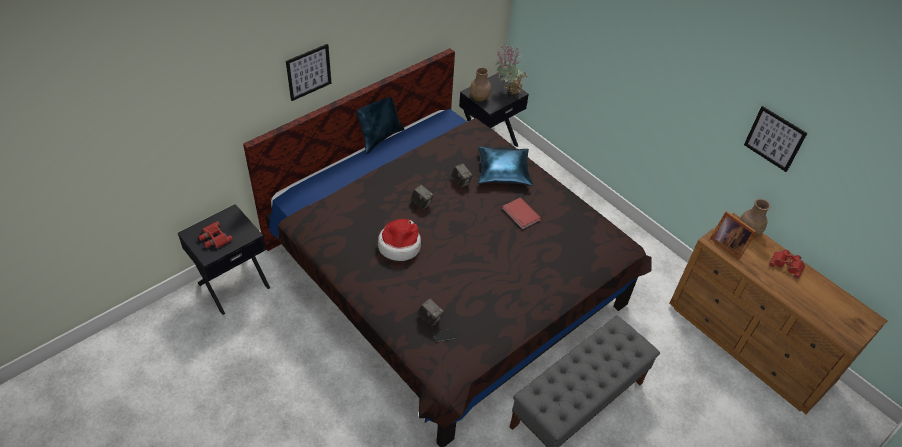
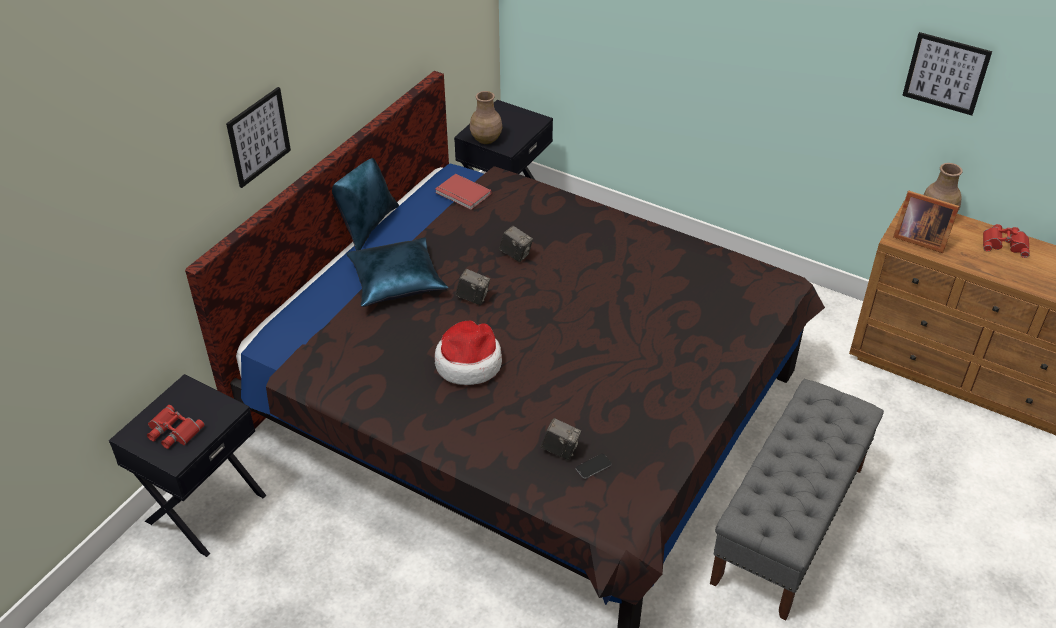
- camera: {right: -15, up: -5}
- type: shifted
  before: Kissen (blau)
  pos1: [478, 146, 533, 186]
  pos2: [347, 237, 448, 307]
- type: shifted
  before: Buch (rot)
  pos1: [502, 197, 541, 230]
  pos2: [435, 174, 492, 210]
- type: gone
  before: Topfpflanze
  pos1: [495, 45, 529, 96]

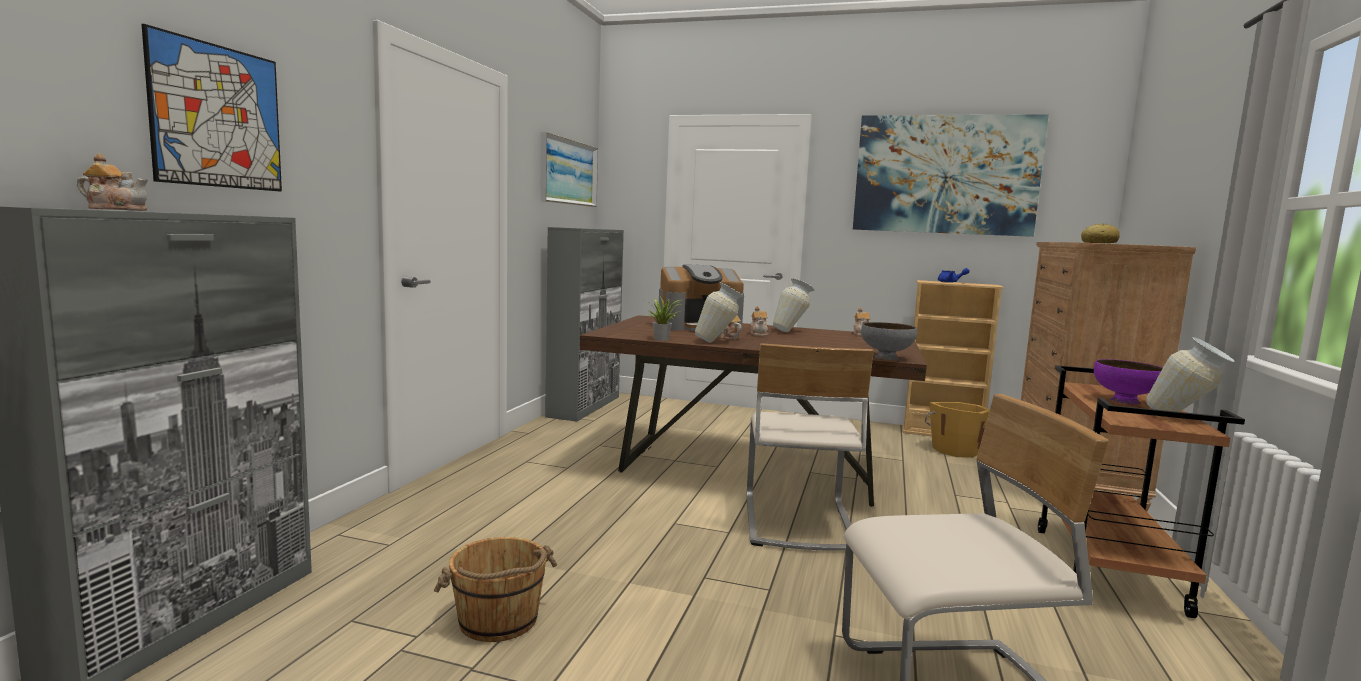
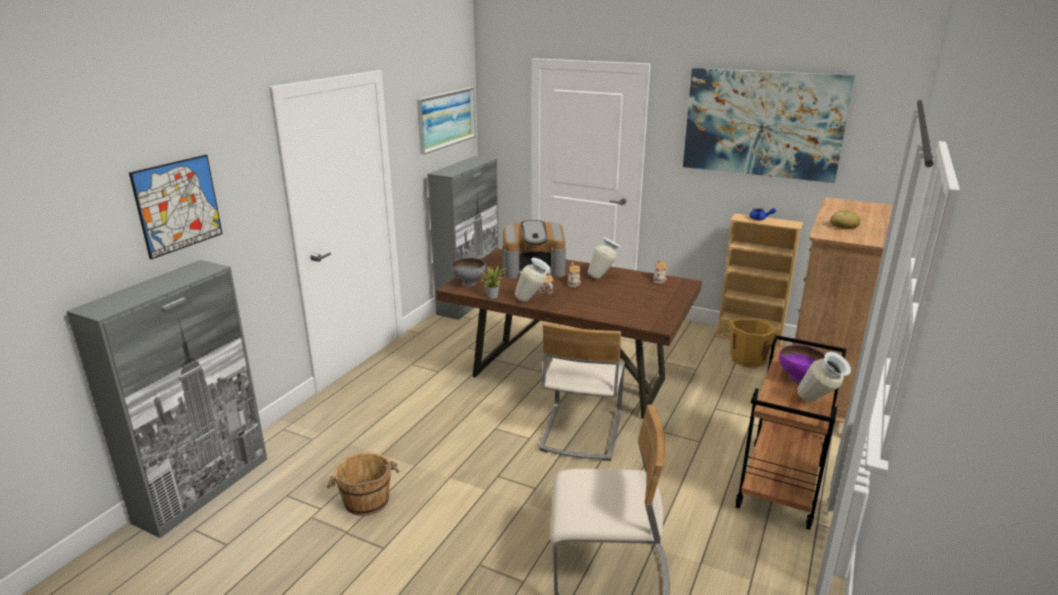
- camera: {right: 10, up: 15}
- type: shifted
  before: Schüssel (grau)
  pos1: [861, 322, 917, 360]
  pos2: [451, 258, 486, 286]
- type: gone
  before: Teekanne
  pos1: [77, 153, 148, 211]

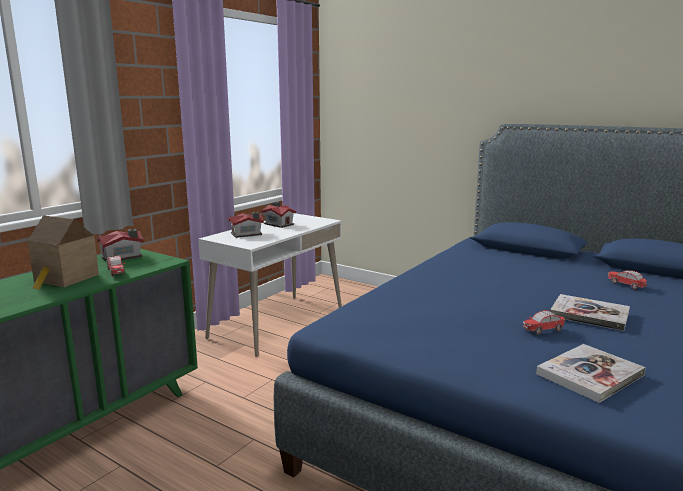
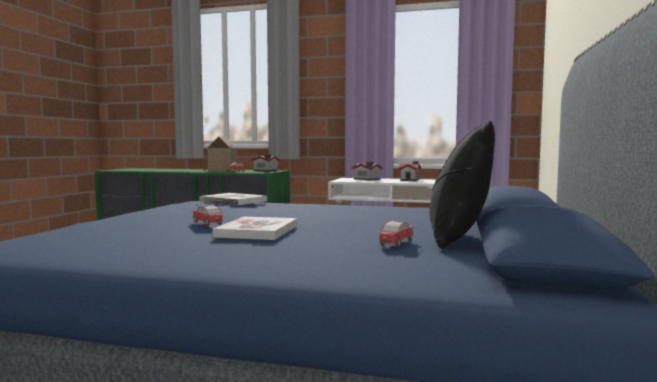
- camera: {right: 70, up: -10}
- type: shifted
  before: Buch
  pos1: [536, 344, 646, 403]
  pos2: [199, 193, 267, 205]
- type: new
  after: Kissen (schwarz)
  pos2: [429, 121, 495, 249]

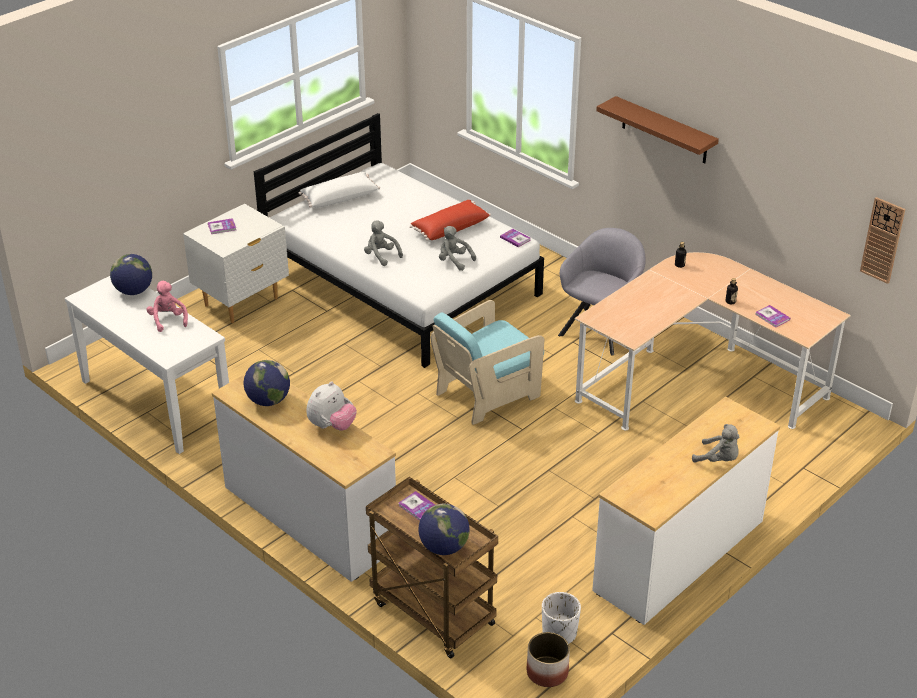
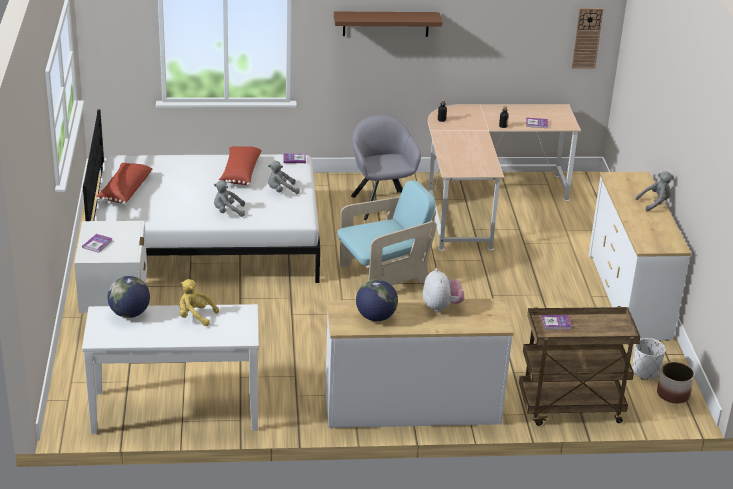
- camera: {right: -50, up: -5}
- type: repainted
  before: Kissen (weiß)
  after: Kissen (rot)
  pos1: [299, 172, 380, 208]
  pos2: [96, 163, 152, 204]
- type: repainted
  before: Plüschtier (rosa)
  after: Plüschtier (gelb)
  pos1: [146, 281, 188, 332]
  pos2: [179, 279, 219, 326]
- type: rotated
  before: Sessel (türkis)
  pos1: [431, 300, 544, 425]
  pos2: [337, 180, 437, 285]
  turn: -120
- type: gone
  before: Globus
  pos1: [419, 504, 470, 555]

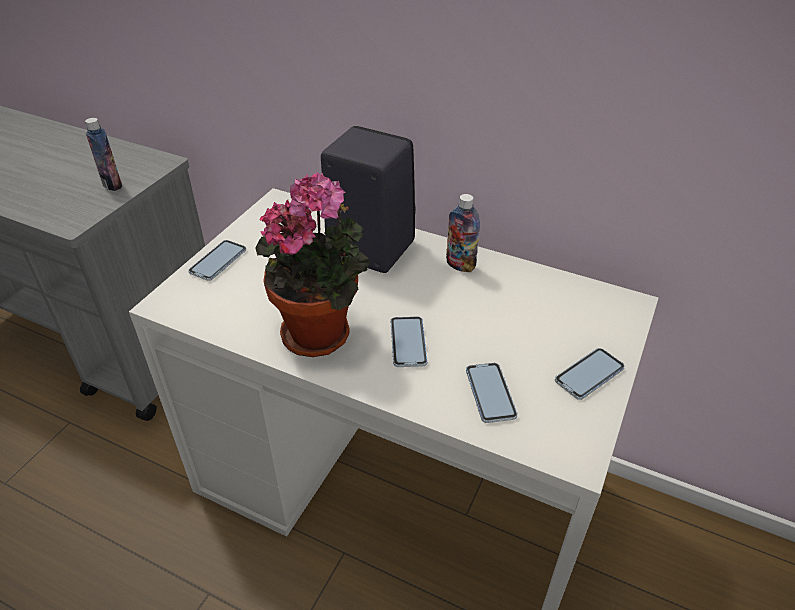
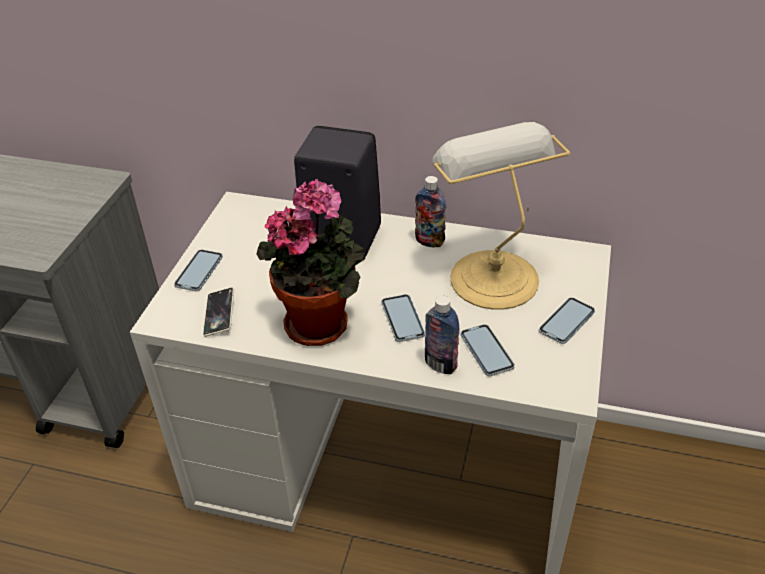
- camera: {right: -10, up: 0}
- type: new
  after: Handy
  pos2: [203, 288, 234, 337]
- type: shifted
  before: Flasche
  pos1: [85, 118, 122, 191]
  pos2: [425, 296, 459, 374]
- type: new
  after: Tischlampe
  pos2: [432, 122, 570, 310]

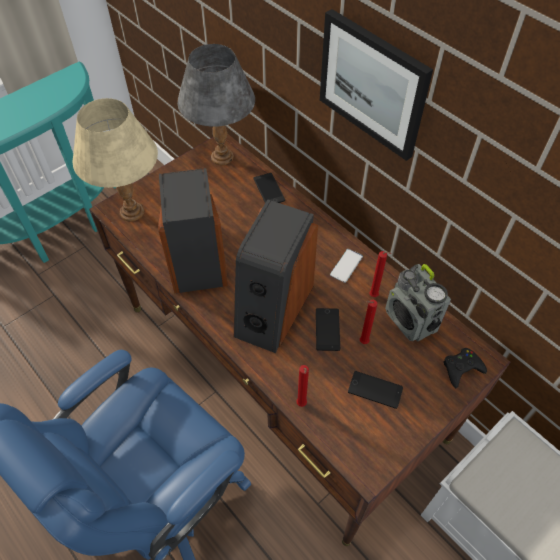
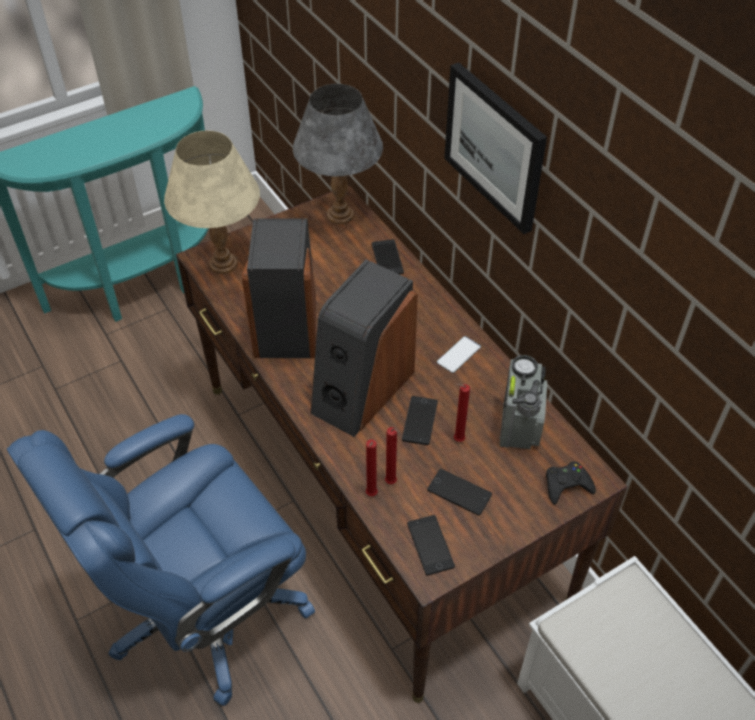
- camera: {right: 10, up: -5}
- type: shifted
  before: Kerze (rot)
  pos1: [370, 251, 391, 297]
  pos2: [385, 427, 399, 484]
- type: new
  after: Handy
  pos2: [407, 515, 455, 575]
- type: rotated
  before: Radio
  pos1: [385, 264, 451, 342]
  pos2: [500, 355, 547, 449]
  turn: -150

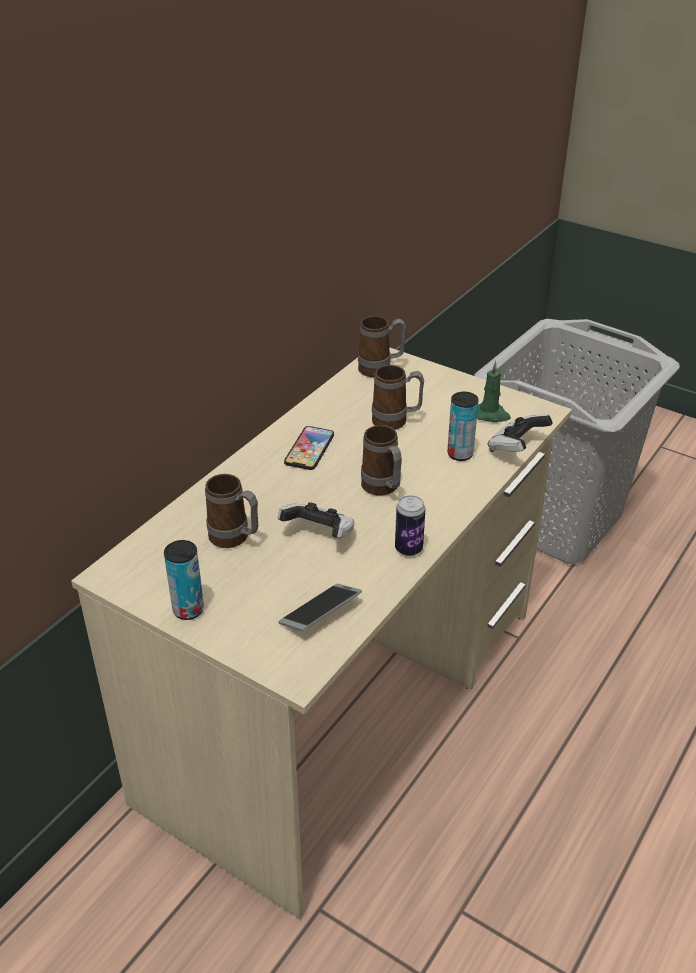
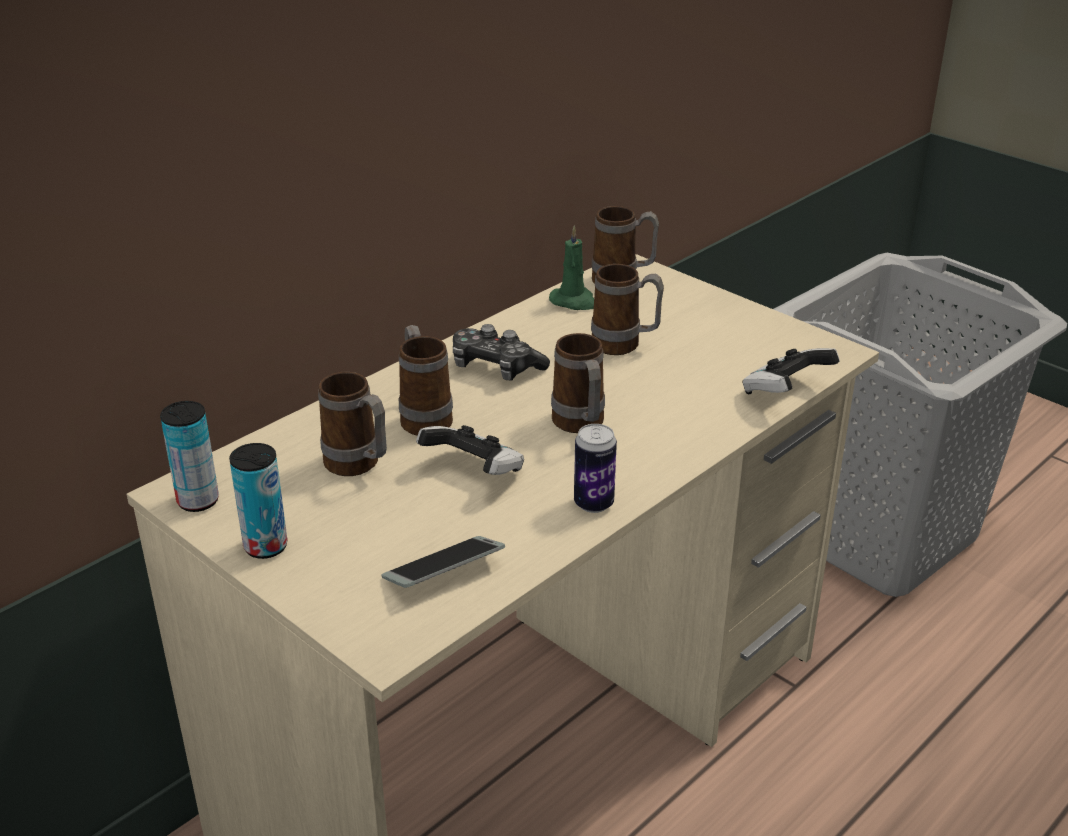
- camera: {right: 10, up: -5}
- type: shifted
  before: Dose
  pos1: [447, 392, 479, 461]
  pos2: [160, 401, 219, 512]
- type: new
  after: Henkelbecher
  pos2: [399, 325, 453, 436]
- type: swapped
  before: Handy
  after: Gamepad
  pos1: [284, 426, 334, 470]
  pos2: [453, 324, 550, 381]
- type: shifted
  before: Kerze (grün)
  pos1: [477, 361, 511, 423]
  pos2: [549, 225, 594, 310]

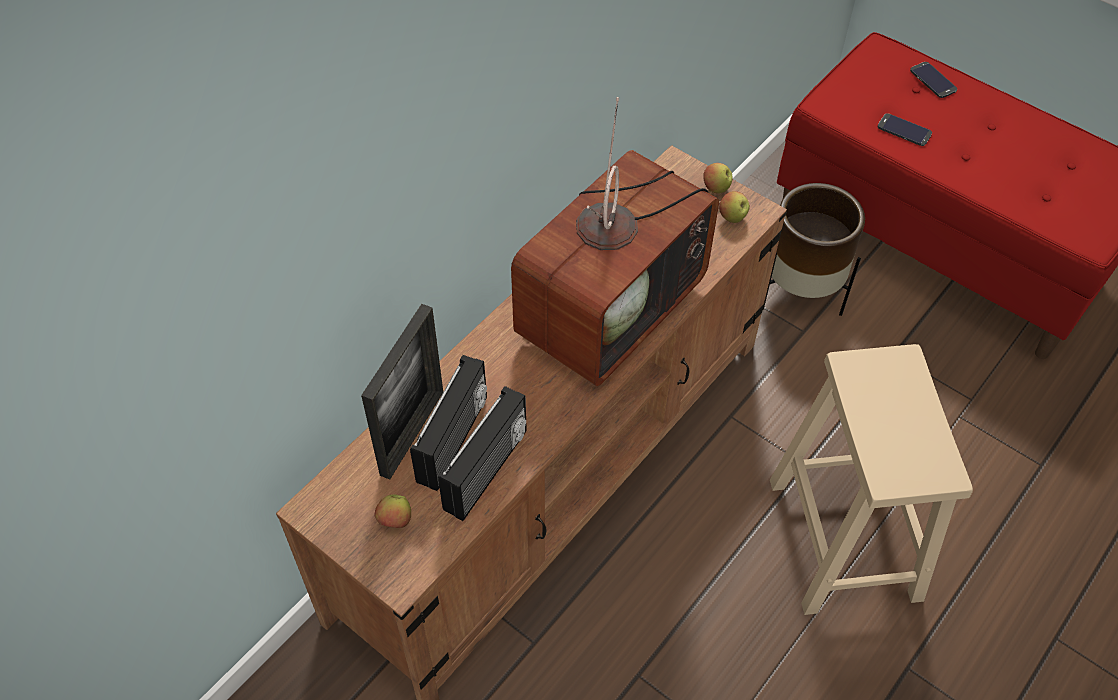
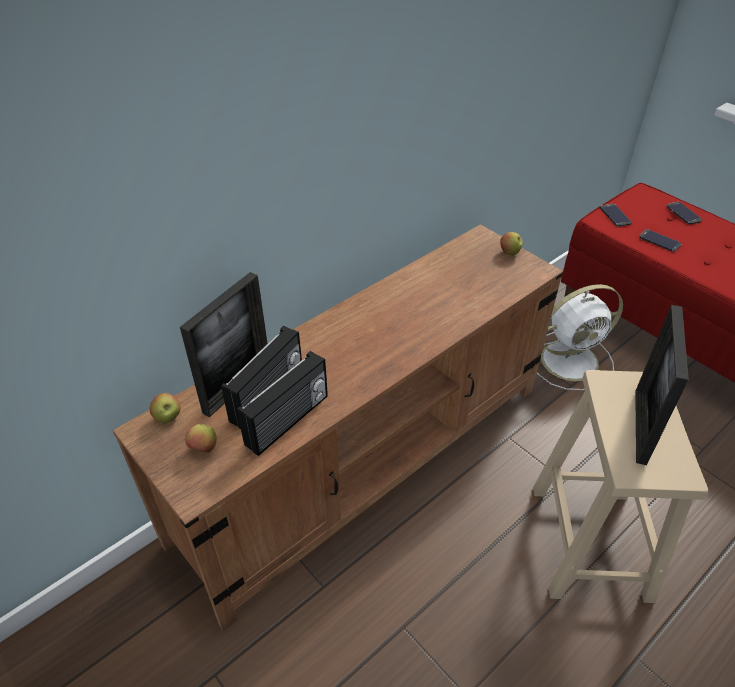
- camera: {right: 10, up: -10}
- type: shifted
  before: Apfel
  pos1: [719, 191, 750, 223]
  pos2: [150, 393, 180, 424]
- type: swapped
  before: Pflanzkübel (braun)
  after: Ventilator (weiß)
  pos1: [763, 183, 865, 316]
  pos2: [537, 284, 623, 390]
- type: new
  after: Handy
  pos2: [600, 204, 632, 226]
- type: new
  after: Bilderrahmen
  pos2: [635, 305, 689, 465]
- type: gone
  before: Fernseher
  pos1: [511, 97, 719, 386]

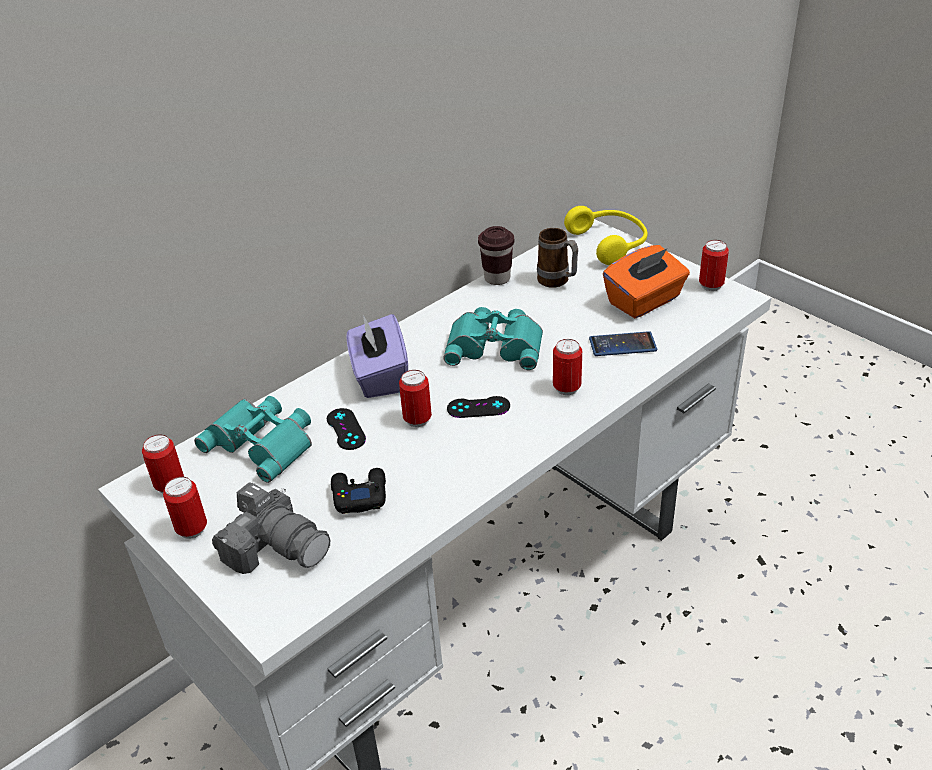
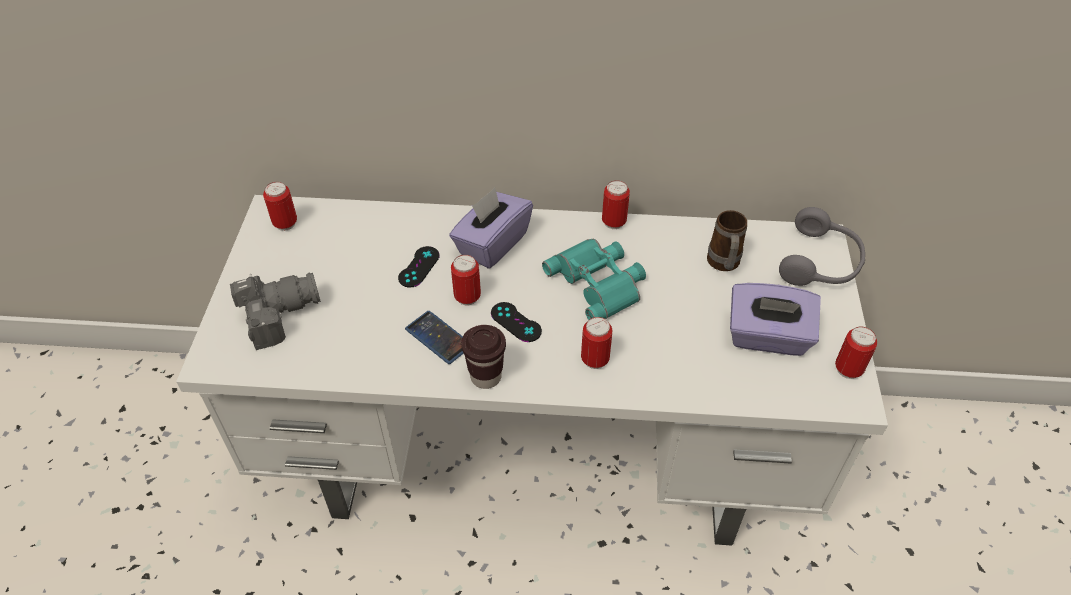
- camera: {right: 45, up: 10}
- type: rotated
  before: Kamera
  pos1: [212, 482, 330, 574]
  pos2: [230, 272, 321, 350]
  turn: -105
- type: shifted
  before: Handy
  pos1: [589, 331, 657, 356]
  pos2: [405, 311, 464, 364]
- type: shifted
  before: Tasse (braun)
  pos1: [478, 226, 514, 285]
  pos2: [461, 325, 506, 389]
- type: shifted
  before: Dose
  pos1: [163, 477, 207, 539]
  pos2: [602, 180, 630, 229]
- type: repainted
  before: Taschentuchbox (orange)
  after: Taschentuchbox (lila)
  pos1: [603, 245, 690, 318]
  pos2: [730, 283, 821, 356]
- type: repainted
  before: Kopfhörer (gelb)
  after: Kopfhörer (grau)
  pos1: [564, 206, 647, 265]
  pos2: [779, 207, 865, 286]
- type: gone
  before: Fernglas (türkis)
  pos1: [194, 396, 312, 483]
- type: gone
  before: Gamepad (schwarz)
  pos1: [331, 468, 386, 514]

